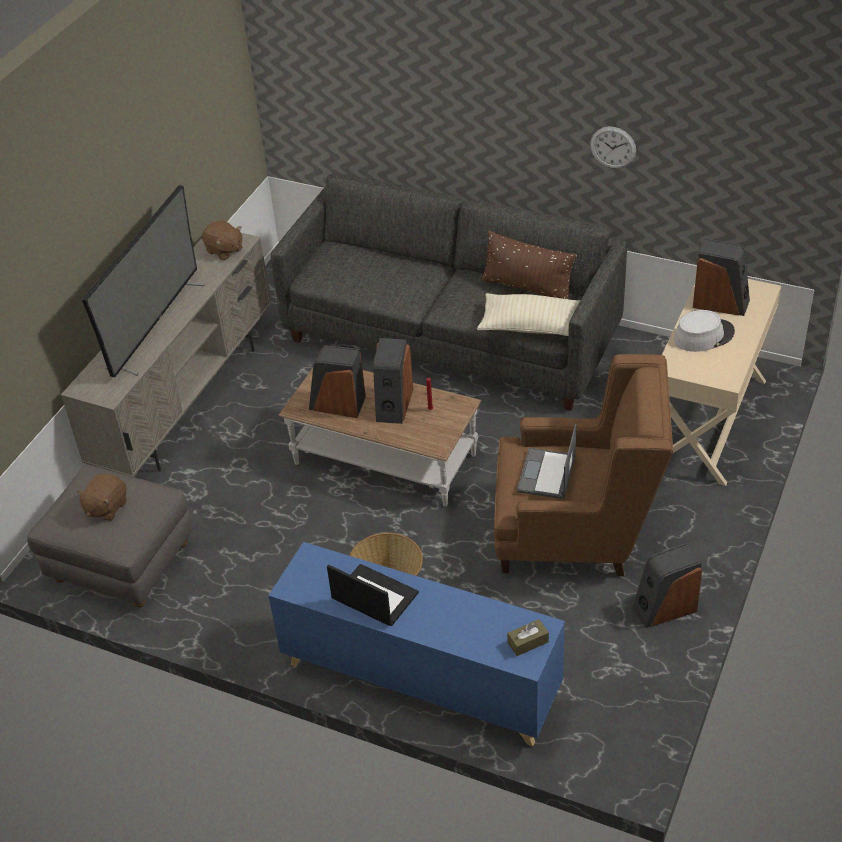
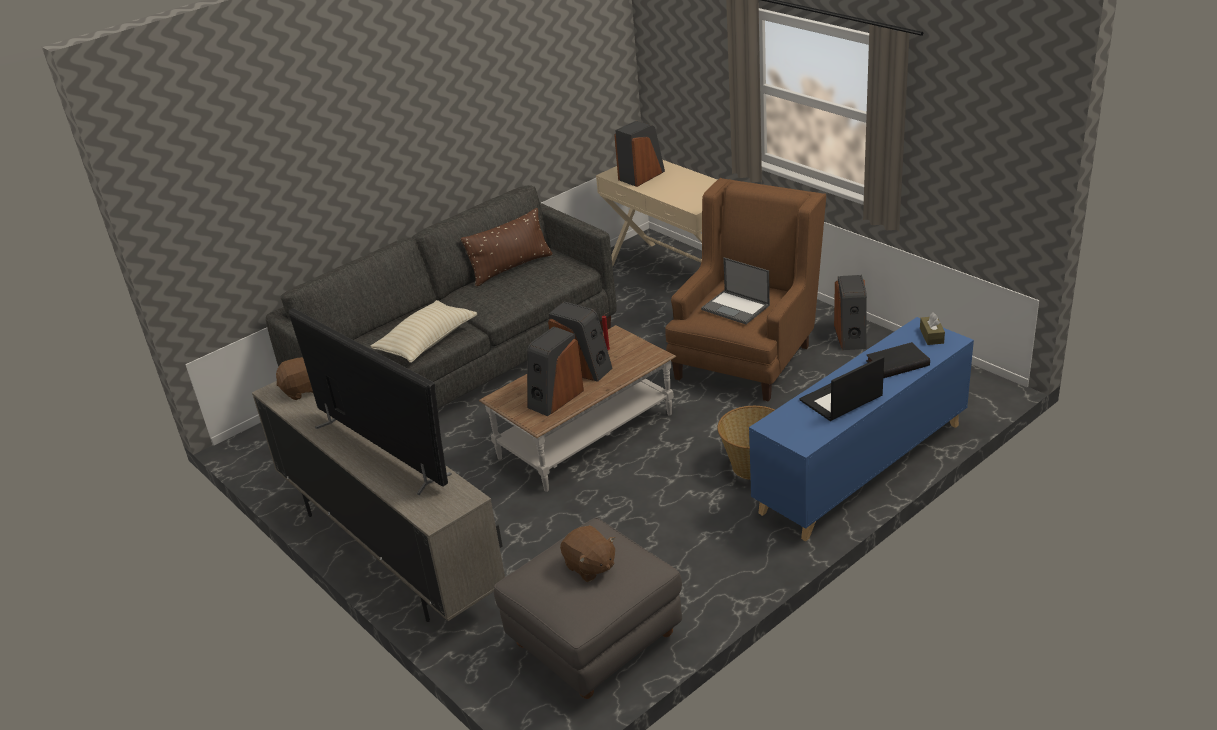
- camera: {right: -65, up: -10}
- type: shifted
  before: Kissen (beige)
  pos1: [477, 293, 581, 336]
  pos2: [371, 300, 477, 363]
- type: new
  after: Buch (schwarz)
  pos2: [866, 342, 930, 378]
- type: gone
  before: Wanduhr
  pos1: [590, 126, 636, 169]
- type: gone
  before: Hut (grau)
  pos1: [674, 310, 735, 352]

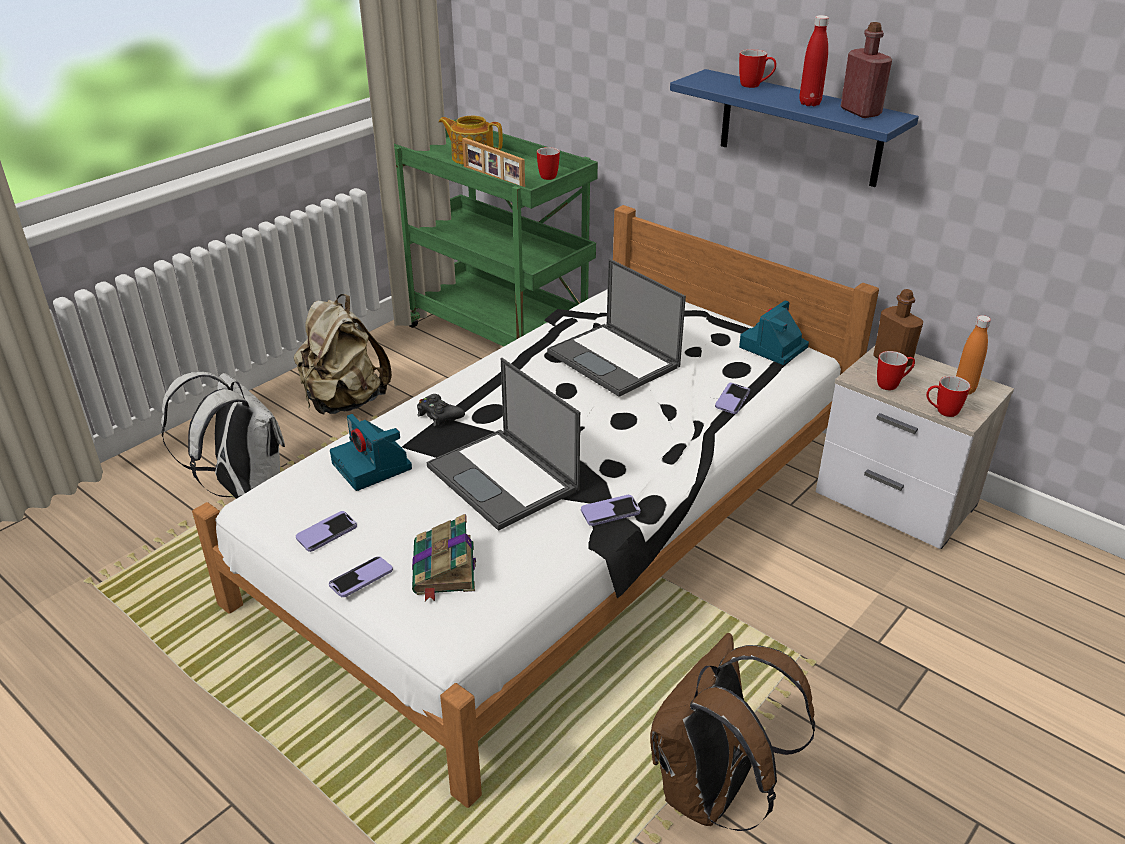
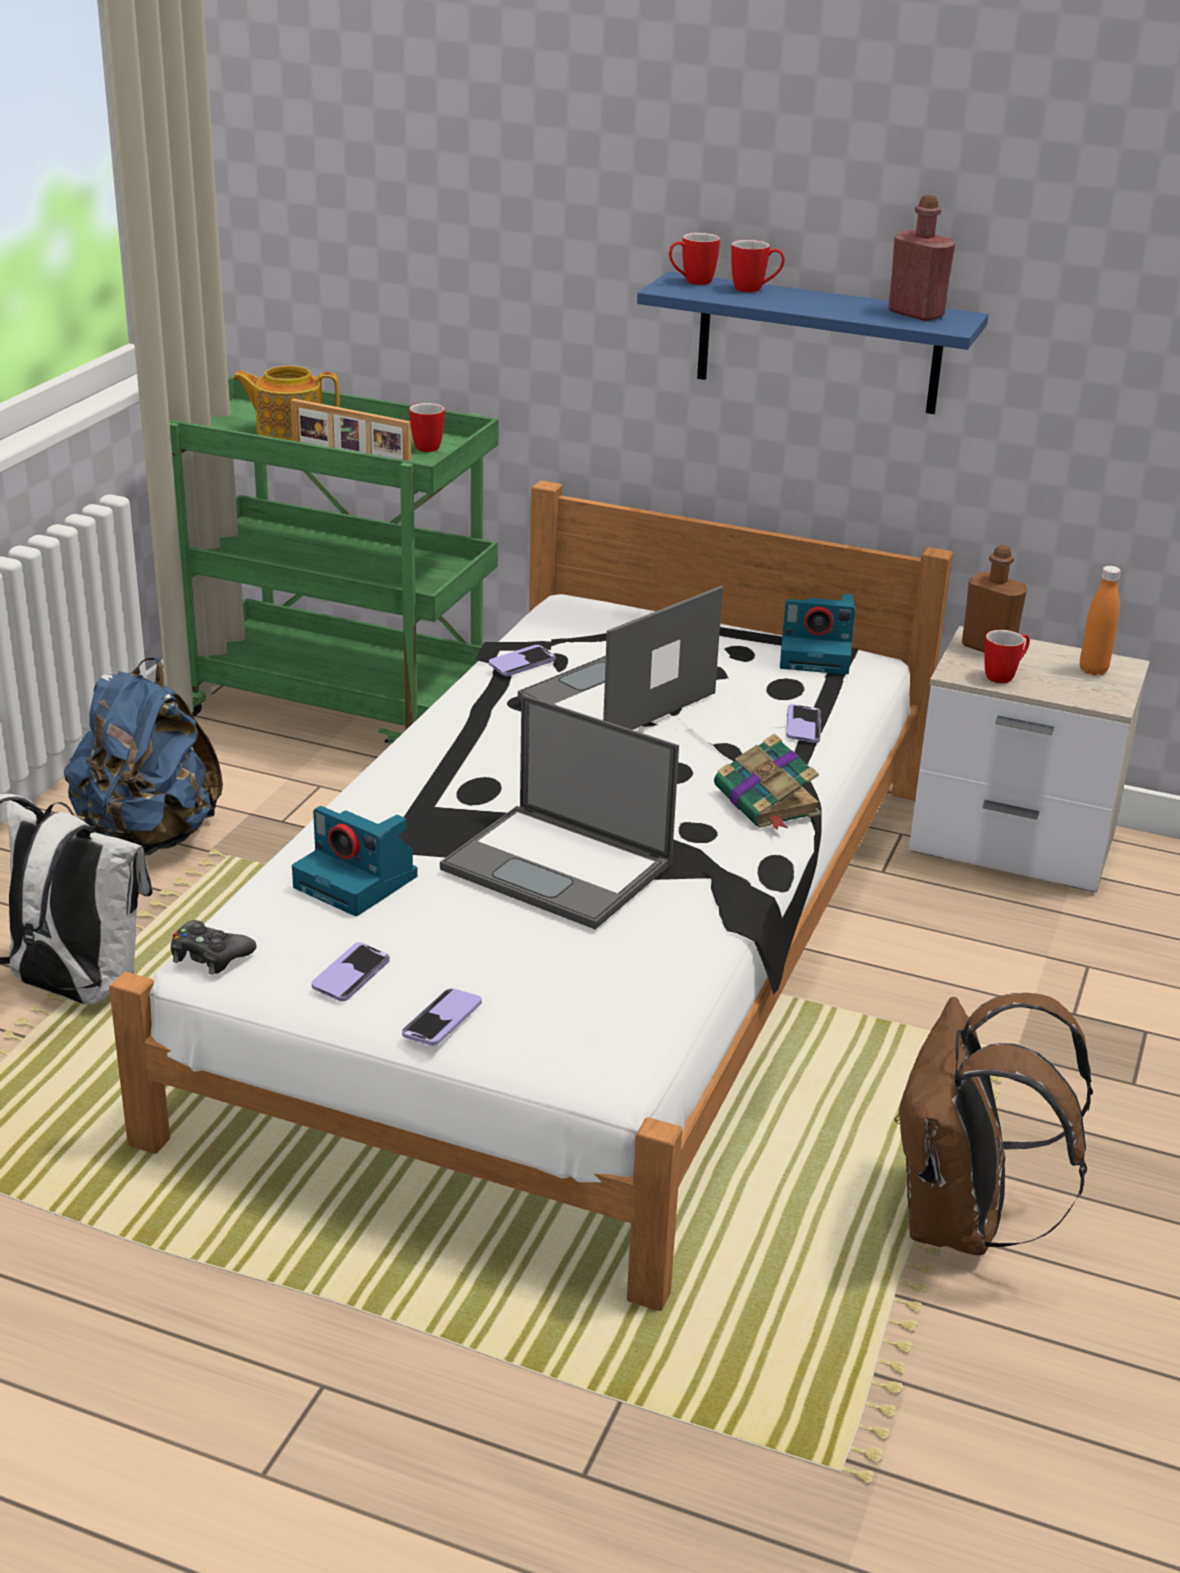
- camera: {right: -20, up: -5}
- type: repainted
  before: Rucksack (beige)
  after: Rucksack (blau)
  pos1: [294, 294, 392, 415]
  pos2: [64, 657, 223, 856]
- type: shifted
  before: Gamepad (schwarz)
  pos1: [417, 394, 465, 426]
  pos2: [171, 920, 257, 975]
- type: shifted
  before: Handy
  pos1: [581, 495, 641, 526]
  pos2: [489, 645, 556, 676]
- type: rotated
  before: Laptop
  pos1: [547, 258, 686, 397]
  pos2: [518, 586, 723, 730]
  turn: 105
- type: shifted
  before: Henkelbecher
  pos1: [926, 376, 970, 417]
  pos2: [669, 233, 720, 285]
- type: shifted
  before: Buch
  pos1: [412, 514, 476, 602]
  pos2: [714, 733, 821, 830]
- type: rotated
  before: Kamera
  pos1: [739, 300, 809, 365]
  pos2: [780, 593, 855, 674]
  turn: -105
- type: gone
  before: Flasche (rot)
  pos1: [799, 15, 829, 106]

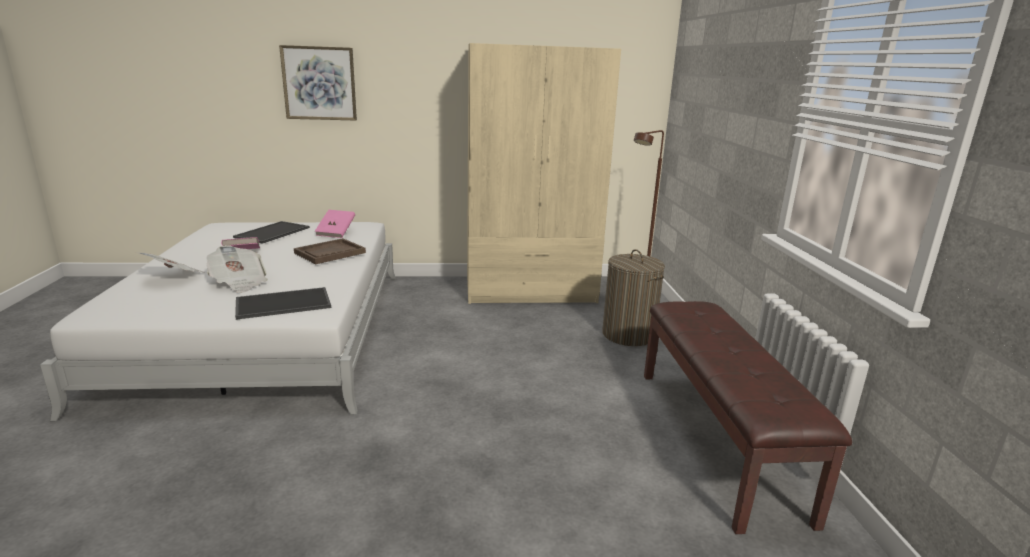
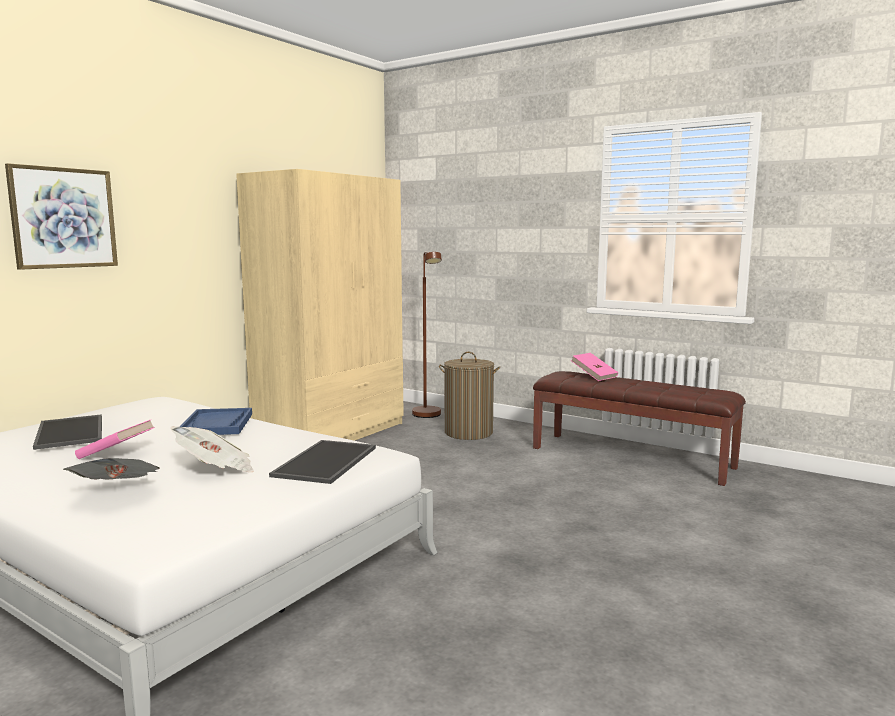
- camera: {right: -50, up: -10}
- type: repainted
  before: Tablett (braun)
  after: Tablett (blau)
  pos1: [294, 238, 366, 264]
  pos2: [179, 408, 252, 435]
- type: shifted
  before: Buch (rosa)
  pos1: [315, 210, 355, 238]
  pos2: [571, 353, 618, 381]

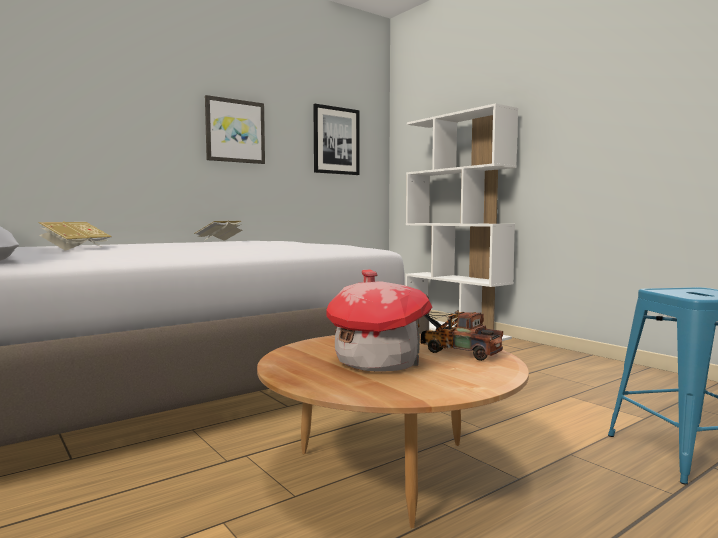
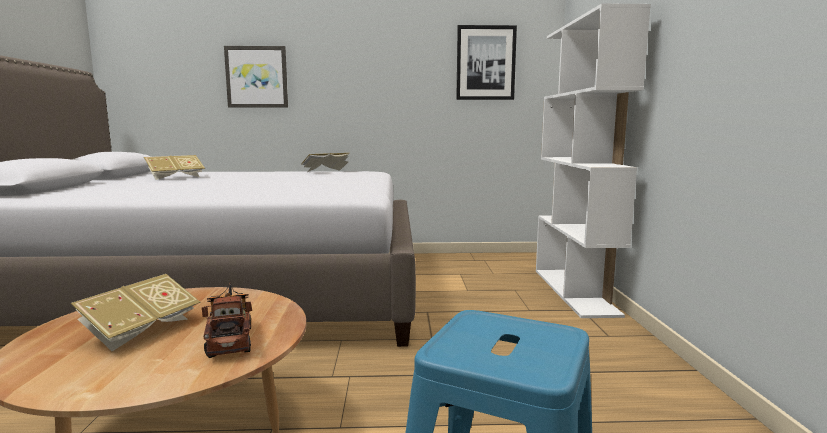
- camera: {right: 35, up: 5}
- type: swapped
  before: Spielzeughaus
  after: Buch
  pos1: [326, 270, 432, 372]
  pos2: [71, 274, 200, 351]
- type: shifted
  before: Bild
  pos1: [205, 95, 265, 164]
  pos2: [224, 46, 288, 108]

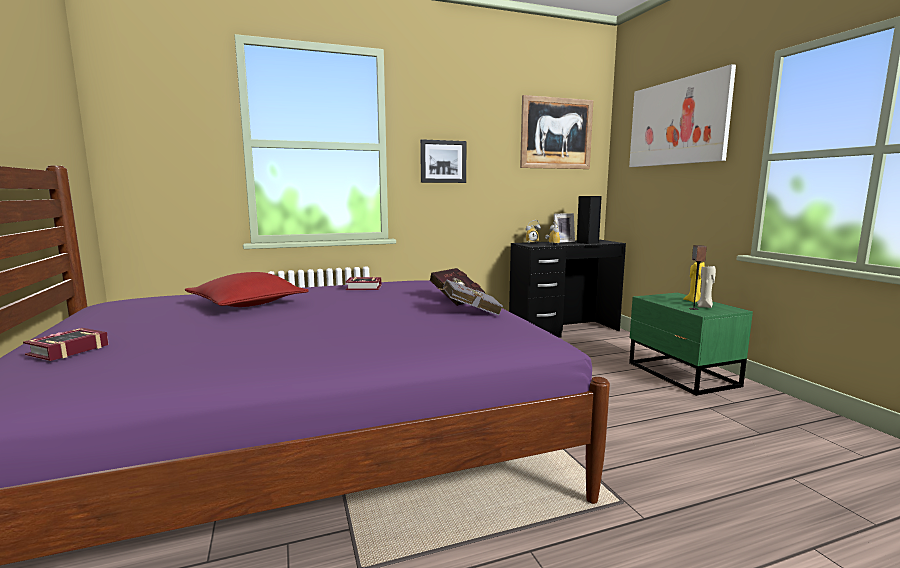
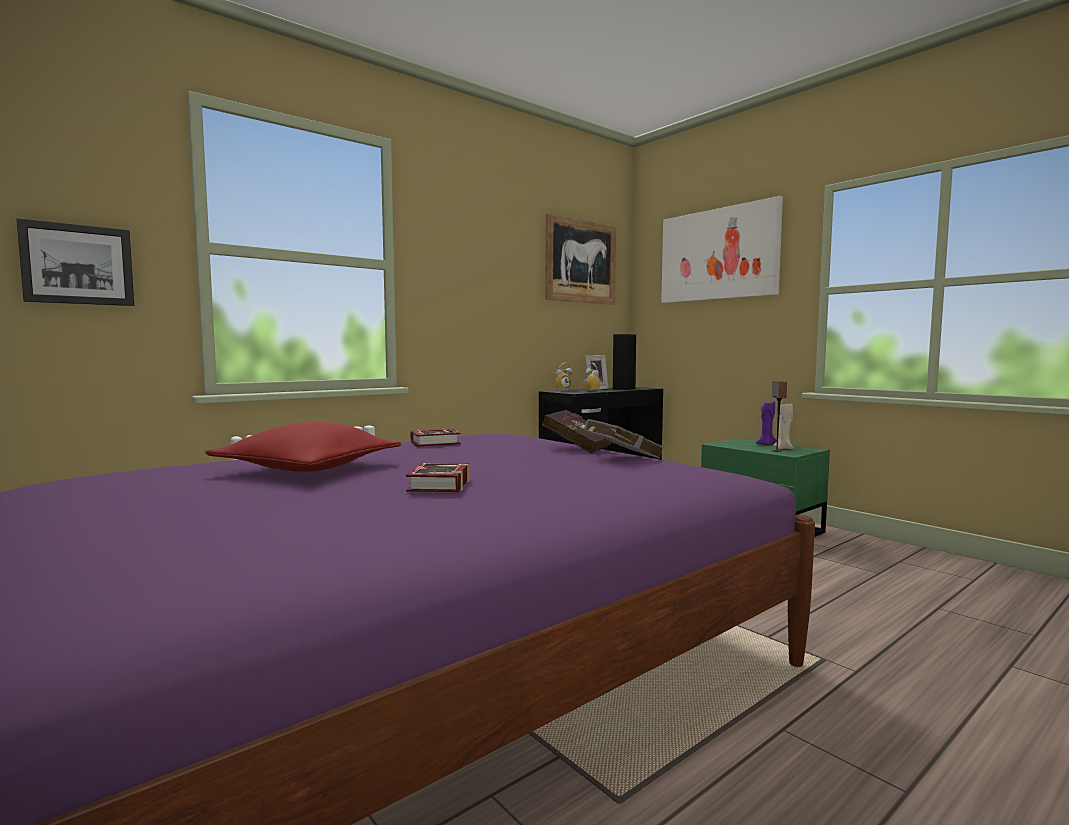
- camera: {right: -20, up: -5}
- type: shifted
  before: Bild
  pos1: [420, 139, 466, 183]
  pos2: [16, 218, 134, 306]
- type: shifted
  before: Buch
  pos1: [23, 328, 109, 361]
  pos2: [406, 462, 469, 493]
- type: repainted
  before: Kerze (gelb)
  after: Kerze (lila)
  pos1: [683, 262, 705, 303]
  pos2: [756, 401, 777, 446]

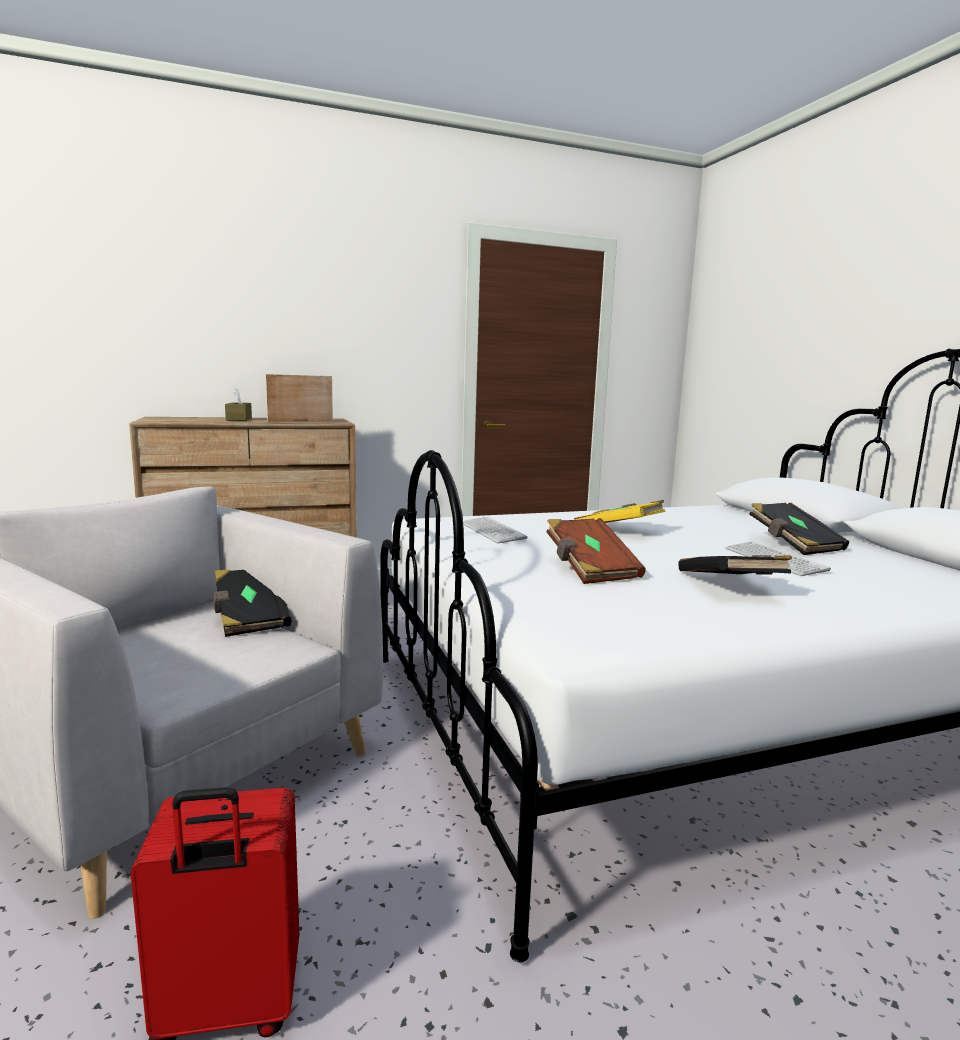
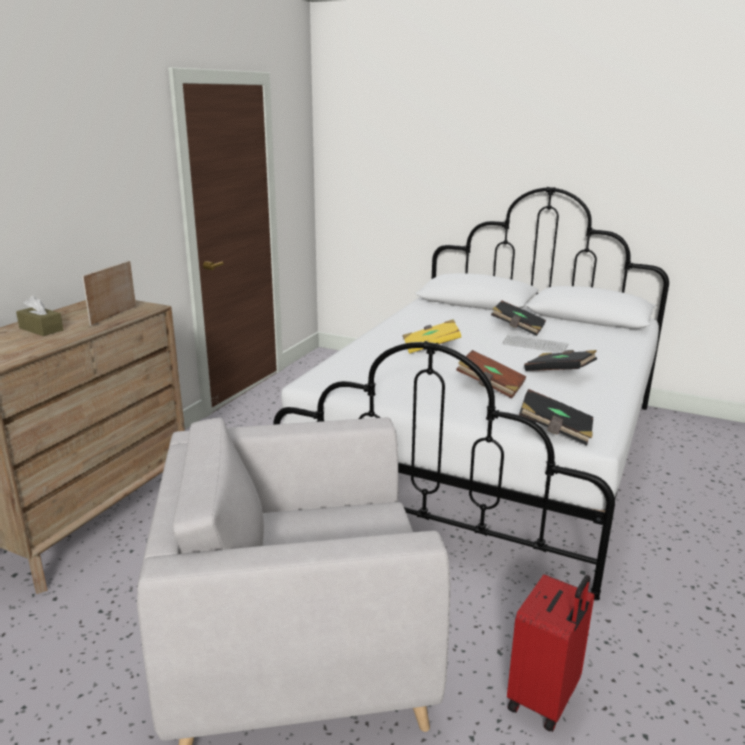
- camera: {right: -45, up: 10}
- type: shifted
  before: Buch (schwarz)
  pos1: [214, 570, 292, 637]
  pos2: [519, 389, 593, 446]
- type: gone
  before: Tastatur
  pos1: [463, 517, 527, 543]

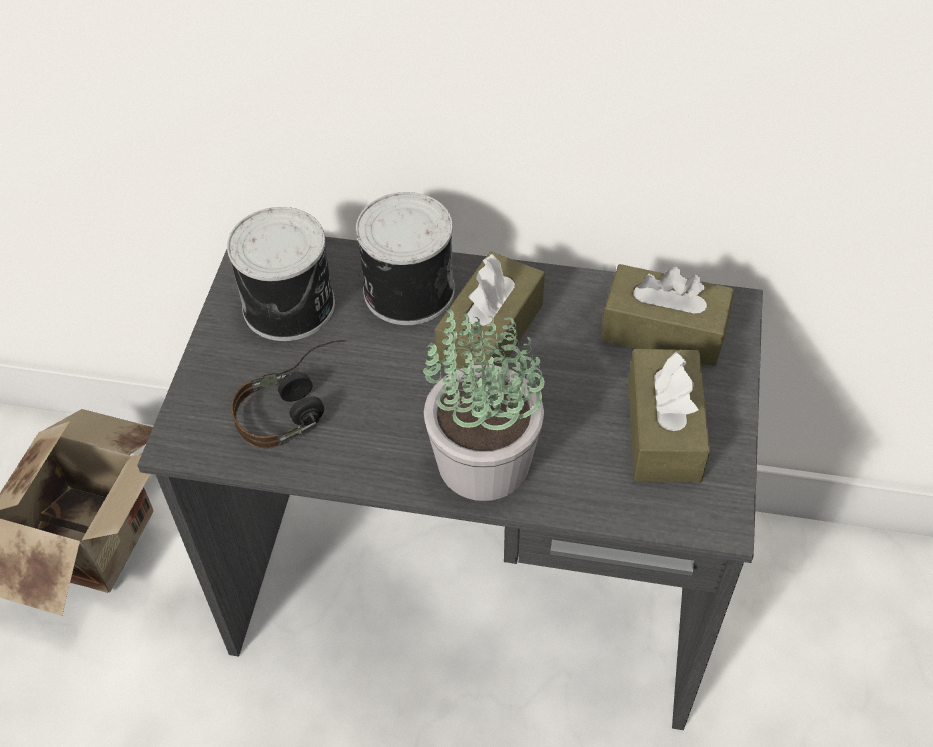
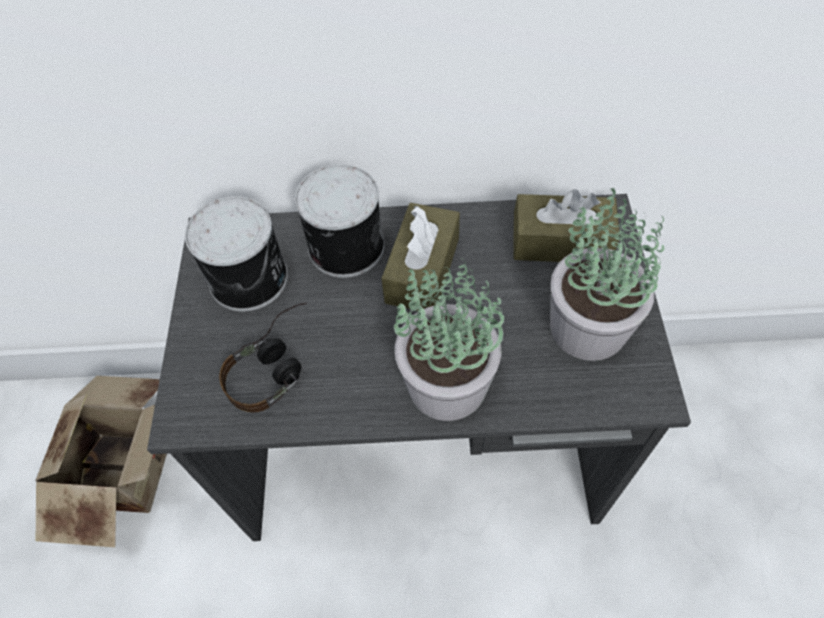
- camera: {right: -10, up: 5}
- type: swapped
  before: Taschentuchbox (braun)
  after: Topfpflanze
  pos1: [628, 349, 710, 483]
  pos2: [550, 188, 665, 361]

